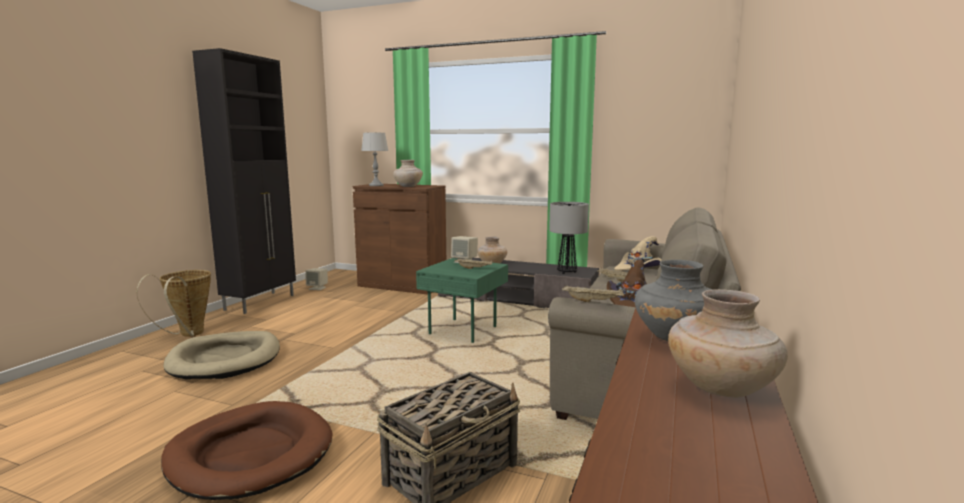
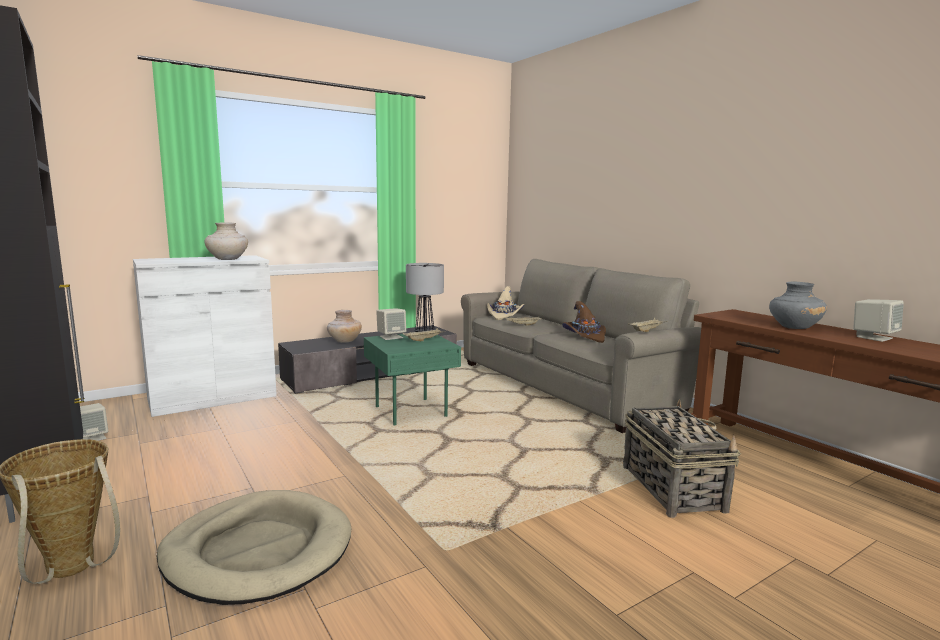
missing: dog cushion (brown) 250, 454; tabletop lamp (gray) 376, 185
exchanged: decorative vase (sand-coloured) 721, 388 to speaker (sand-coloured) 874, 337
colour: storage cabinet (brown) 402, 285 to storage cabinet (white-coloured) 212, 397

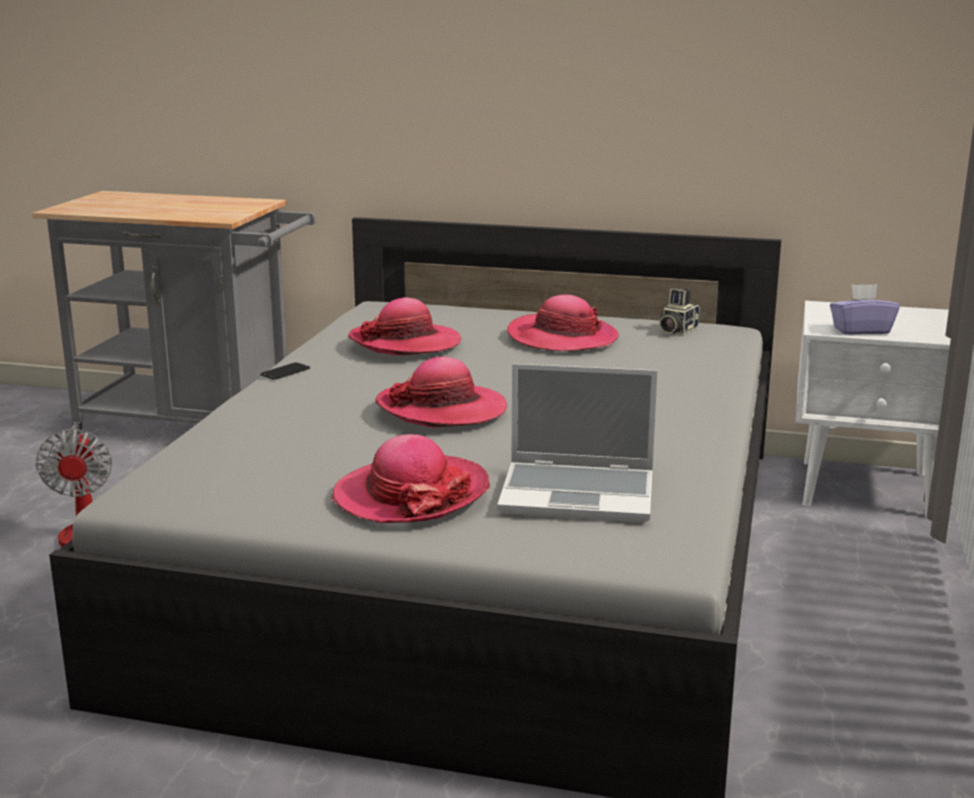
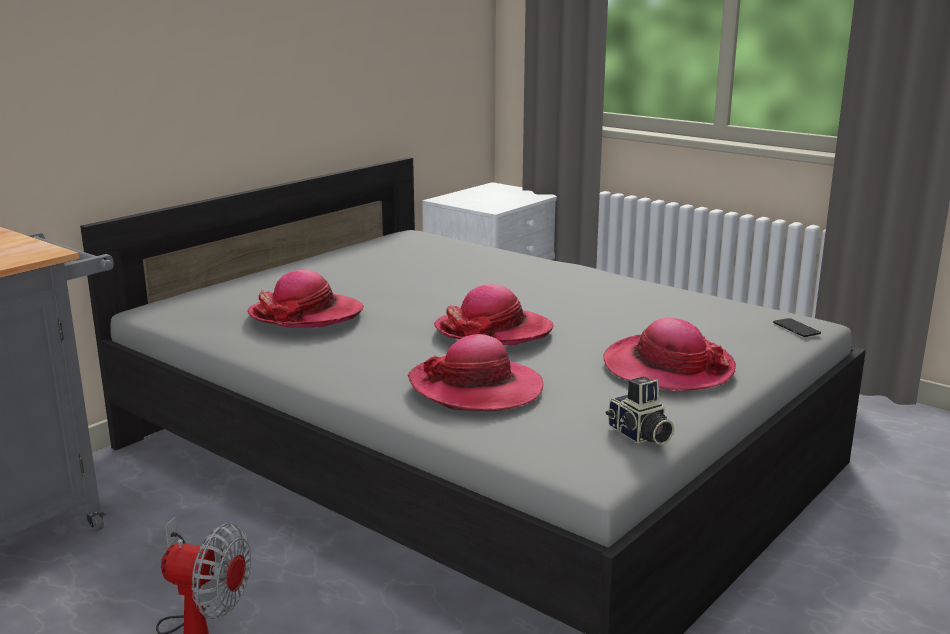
missing: notebook computer 579, 494; box of tissues (purple-coloured) 861, 330
relocated: wearable hat 562, 338 to 476, 388; still camera 676, 330 to 639, 435; handset 285, 372 to 796, 328

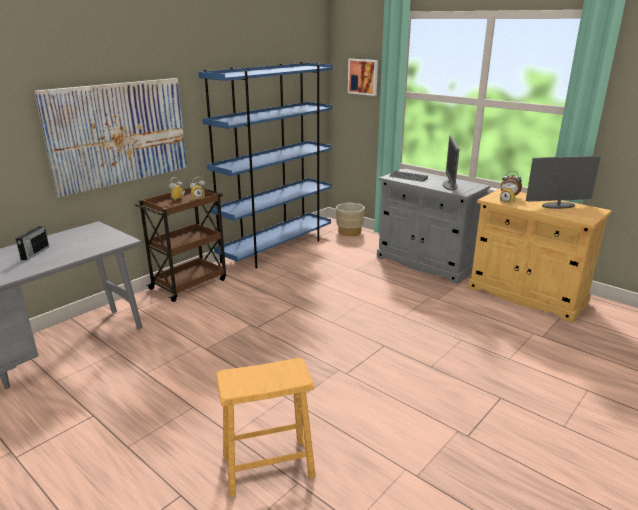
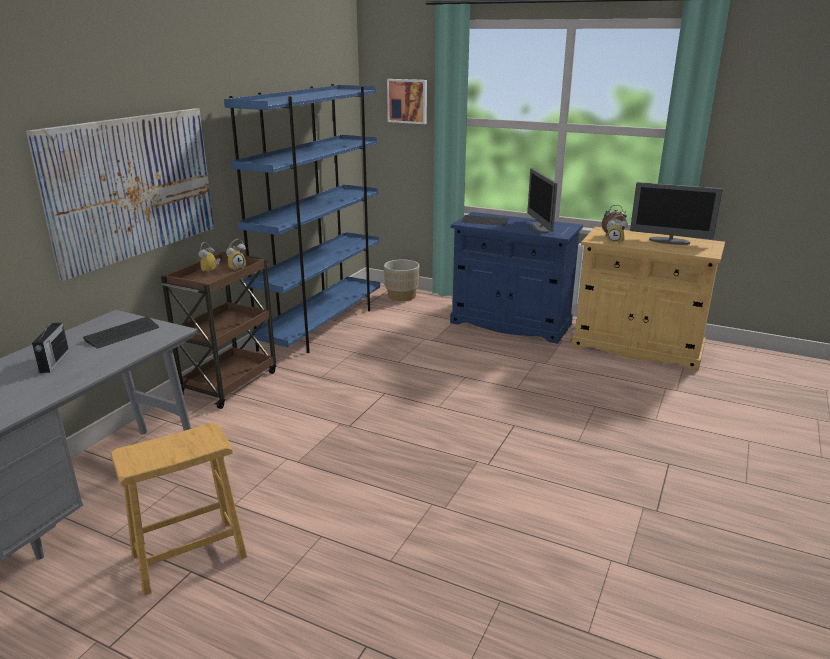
appeared: PC keyboard 122, 334
relocated: sitting stool (brown) 268, 466 to 189, 555
colour: storage cabinet (gray) 426, 263 to storage cabinet (bluish) 510, 323
spun: computer screen 558, 206 = 669, 241 135 degrees counterclockwise

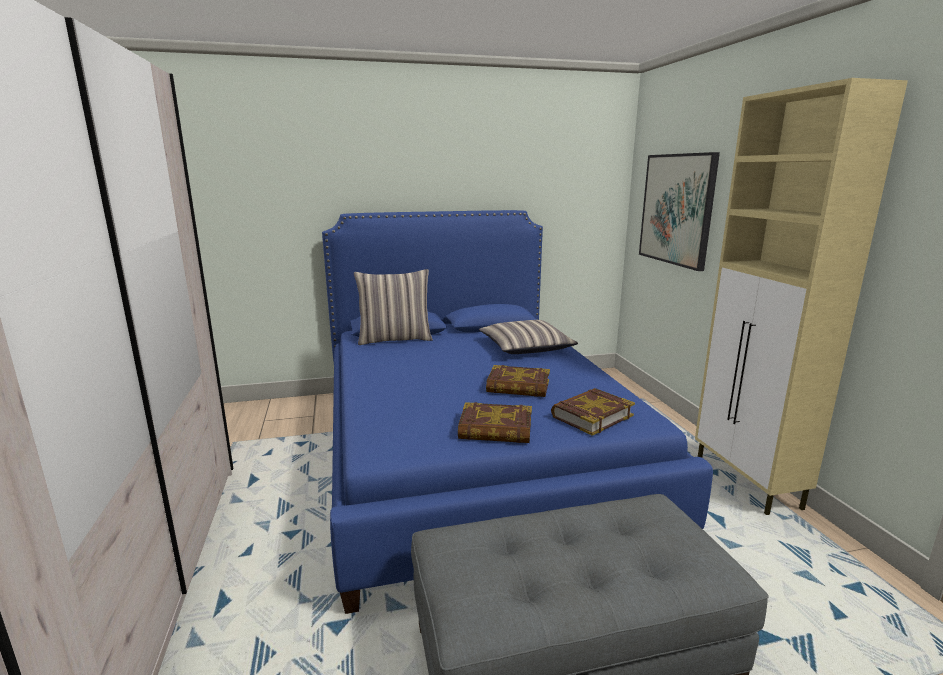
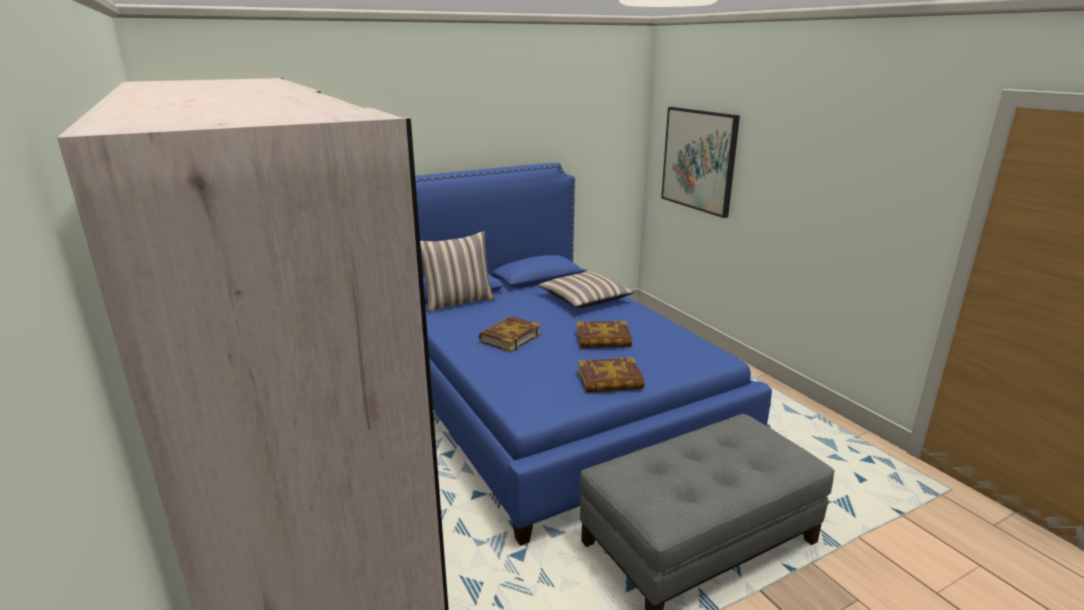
missing: storage cabinet (sand-coloured) 747, 484
relocated: bound book 591, 416 to 510, 338

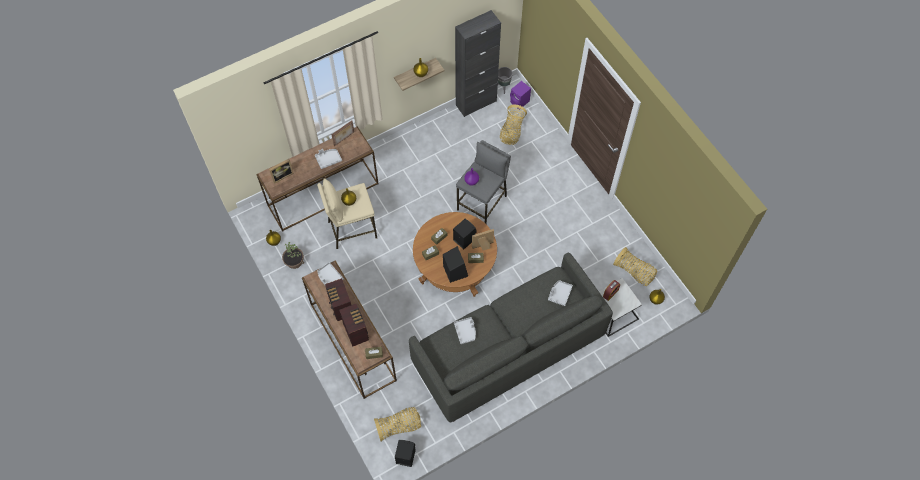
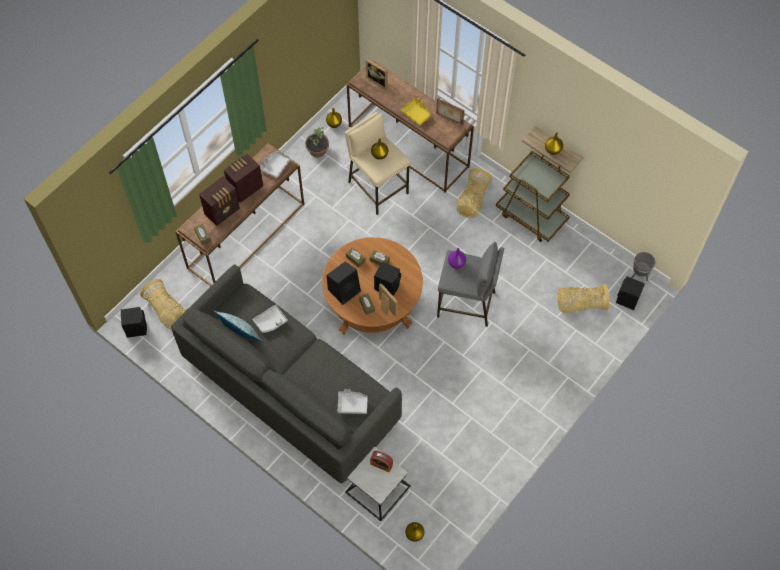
missing: storage cabinet (black) 476, 103
appeared: throw pillow 240, 334; cart (brown) 531, 216
relocated: household basket 634, 272 to 472, 201
colour: carrying tray (gray) 328, 159 to carrying tray (yellow) 416, 114; speaker (purple-coloured) 520, 102 to speaker (black) 627, 300

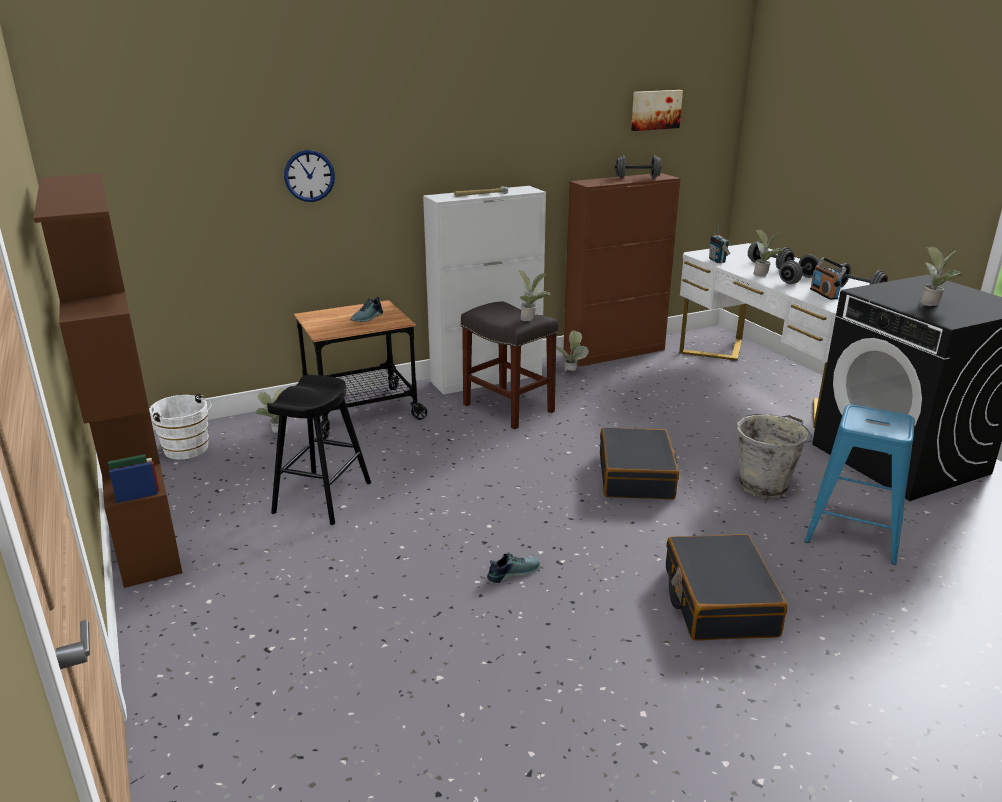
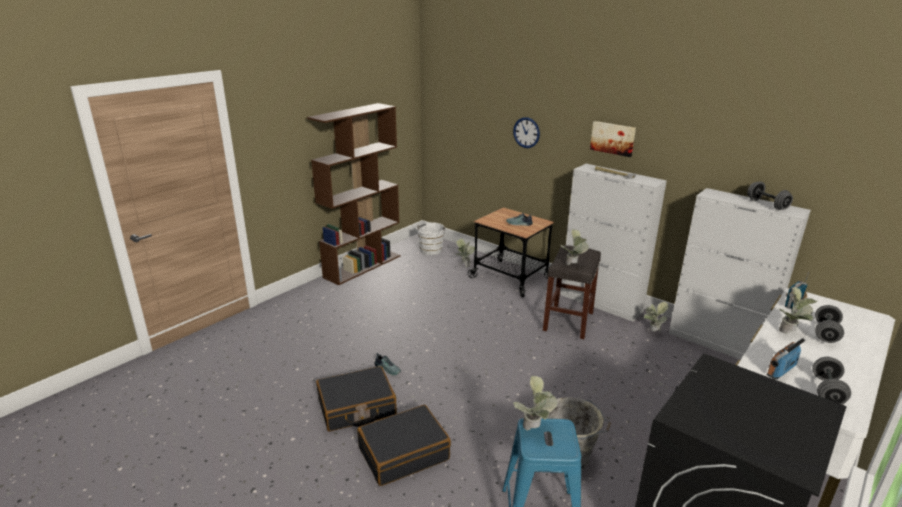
missing: sitting stool (black) 323, 497; hand weight (gray) 798, 280
relocated: suitcase (black) 636, 476 to 356, 408; plant in a pot 933, 303 to 534, 429; picture 655, 110 to 613, 138
colour: storage cabinet (brown) 615, 352 to storage cabinet (white-coloured) 717, 343

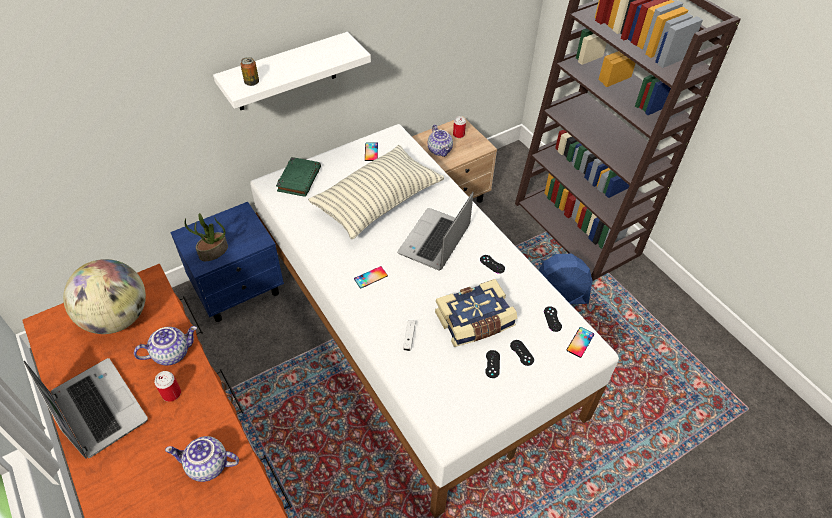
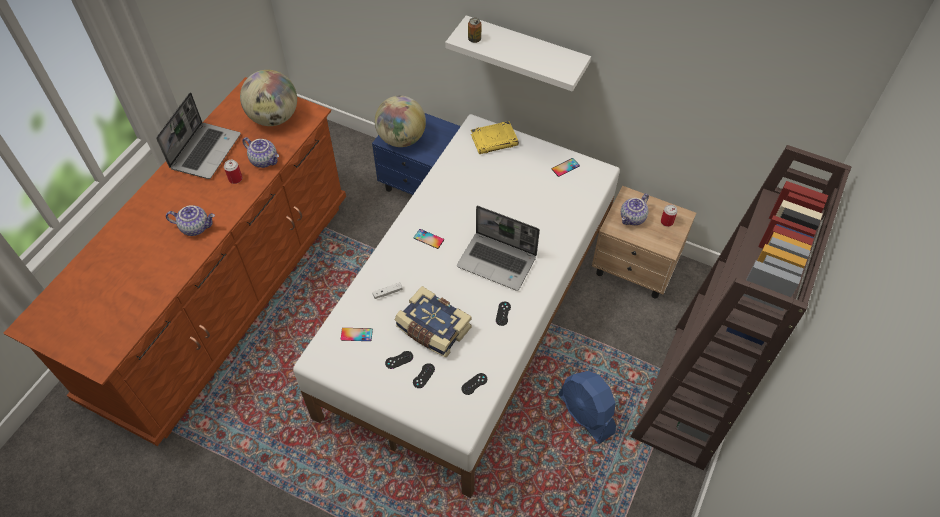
missing: throw pillow 377, 202
relocated: handset 580, 342 to 356, 334
exchanged: plant in a pot 213, 252 to world globe 401, 139
colour: bound book (green-coloured) 299, 179 to bound book (yellow) 494, 140
spun: pot for tea 207, 466 = 196, 227 120 degrees clockwise; notebook computer 435, 241 = 498, 261 150 degrees counterclockwise

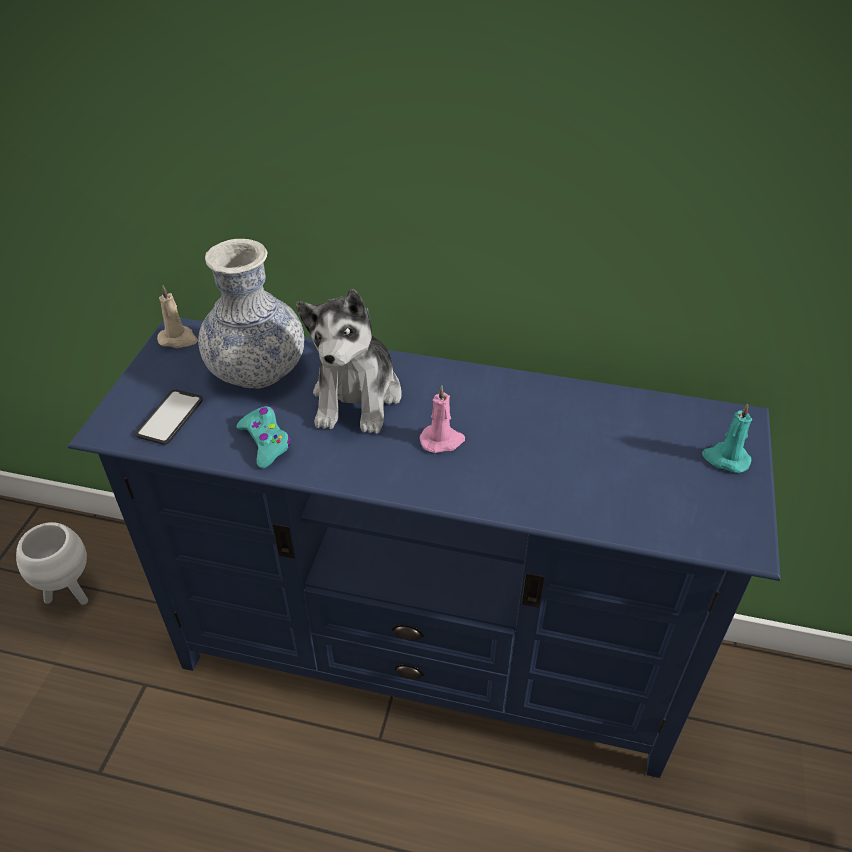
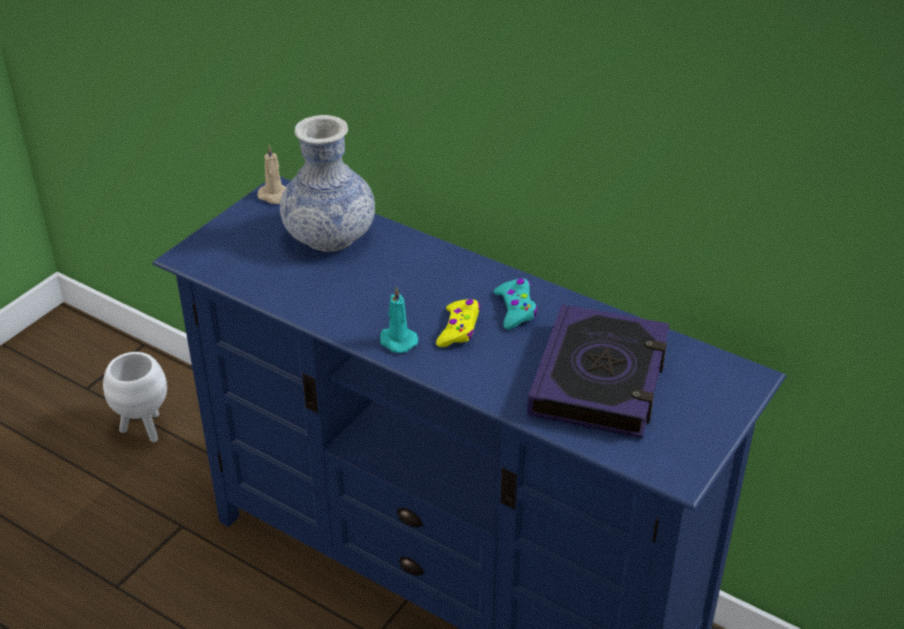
missing: handset 170, 417; plush toy 357, 397
appeared: bound book 600, 379
relocated: wax candle (turquoise) 725, 459 to 397, 341; joypad (turquoise) 266, 442 to 515, 309
exchanged: wax candle (pinkish) 442, 440 to joypad (yellow) 459, 329

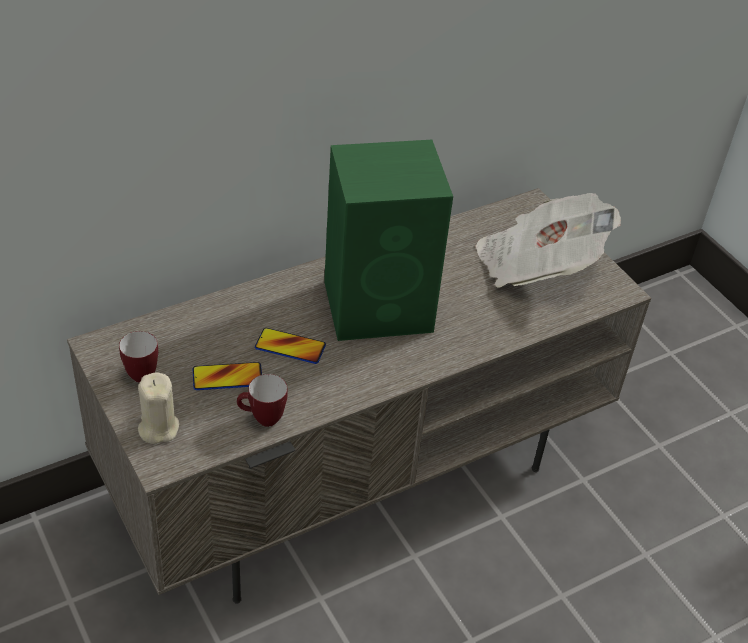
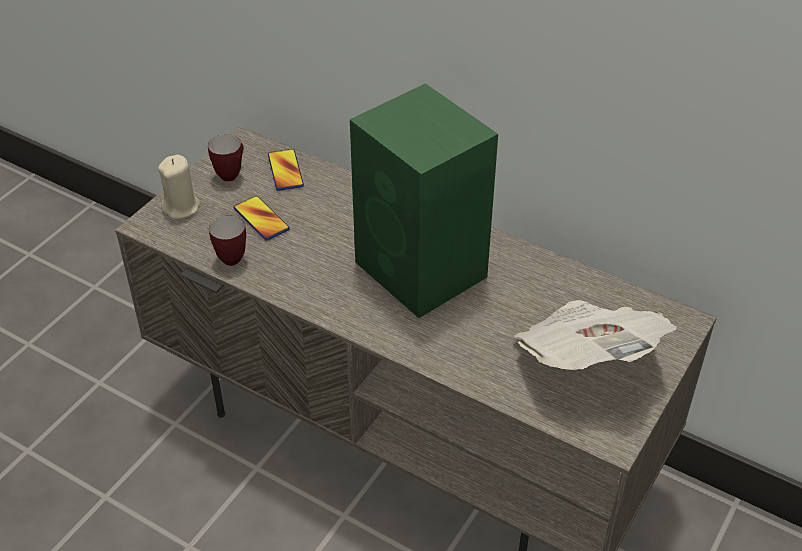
relocated: handset 290, 347 to 285, 171

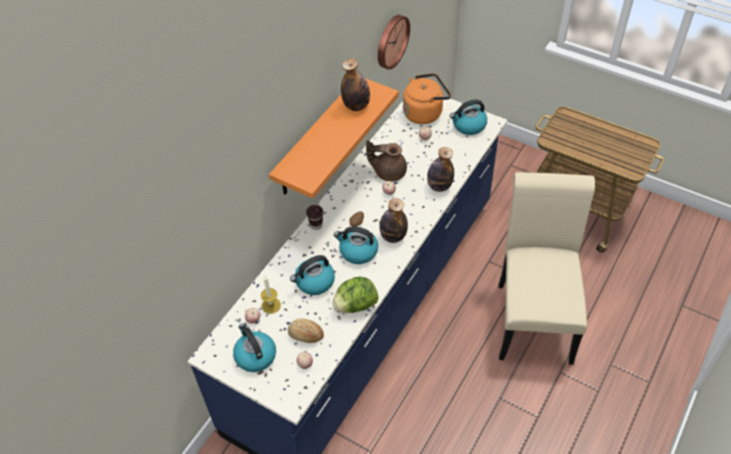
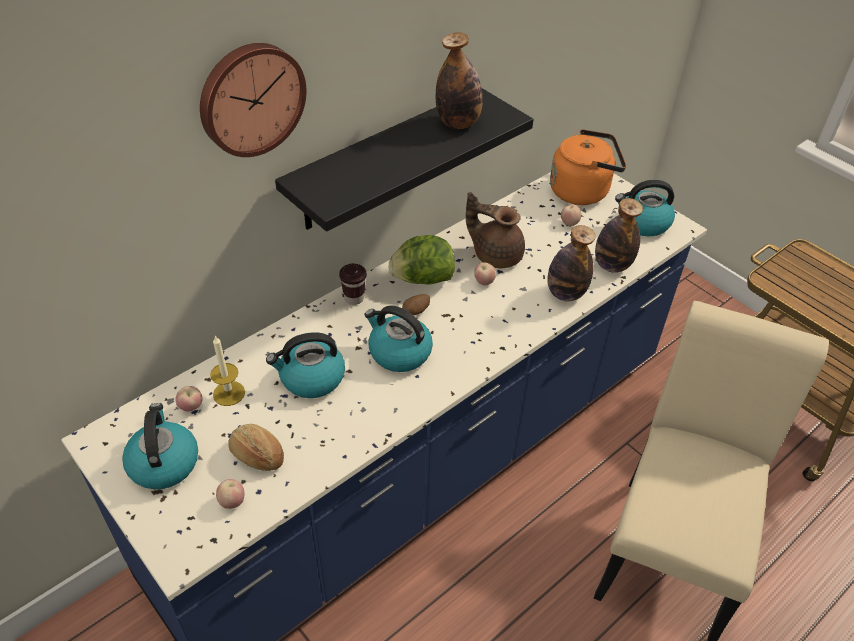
relocated: clock on the wall 391, 41 to 250, 98; lettuce 355, 305 to 422, 279; drink bottle 393, 236 to 612, 265
colour: bracket shelf (orangey) 317, 138 to bracket shelf (black) 385, 160

